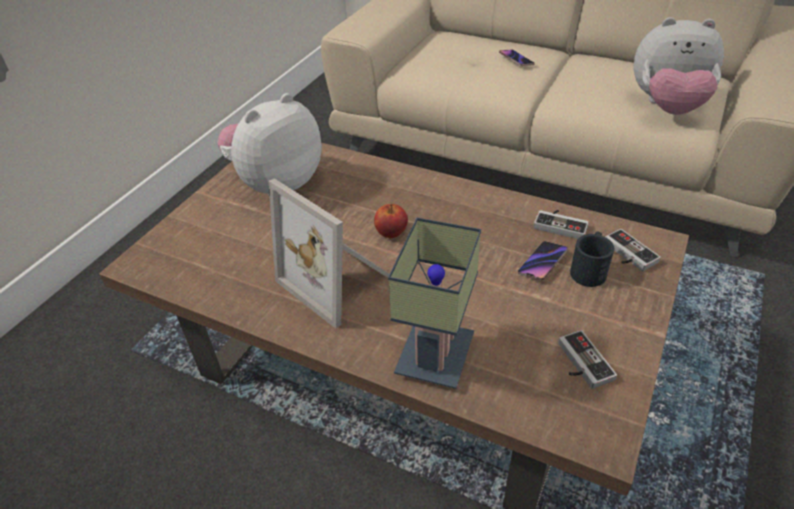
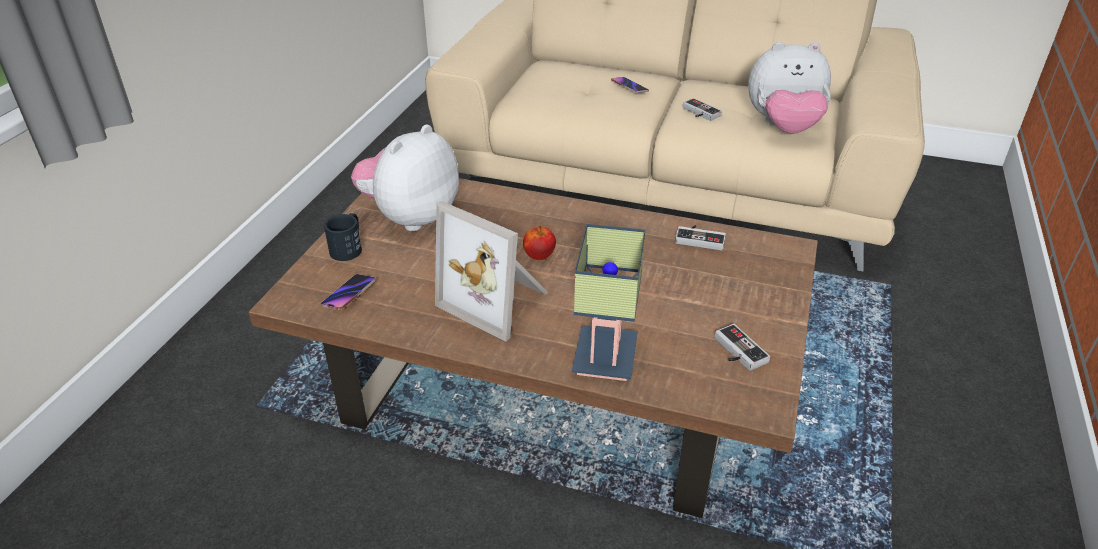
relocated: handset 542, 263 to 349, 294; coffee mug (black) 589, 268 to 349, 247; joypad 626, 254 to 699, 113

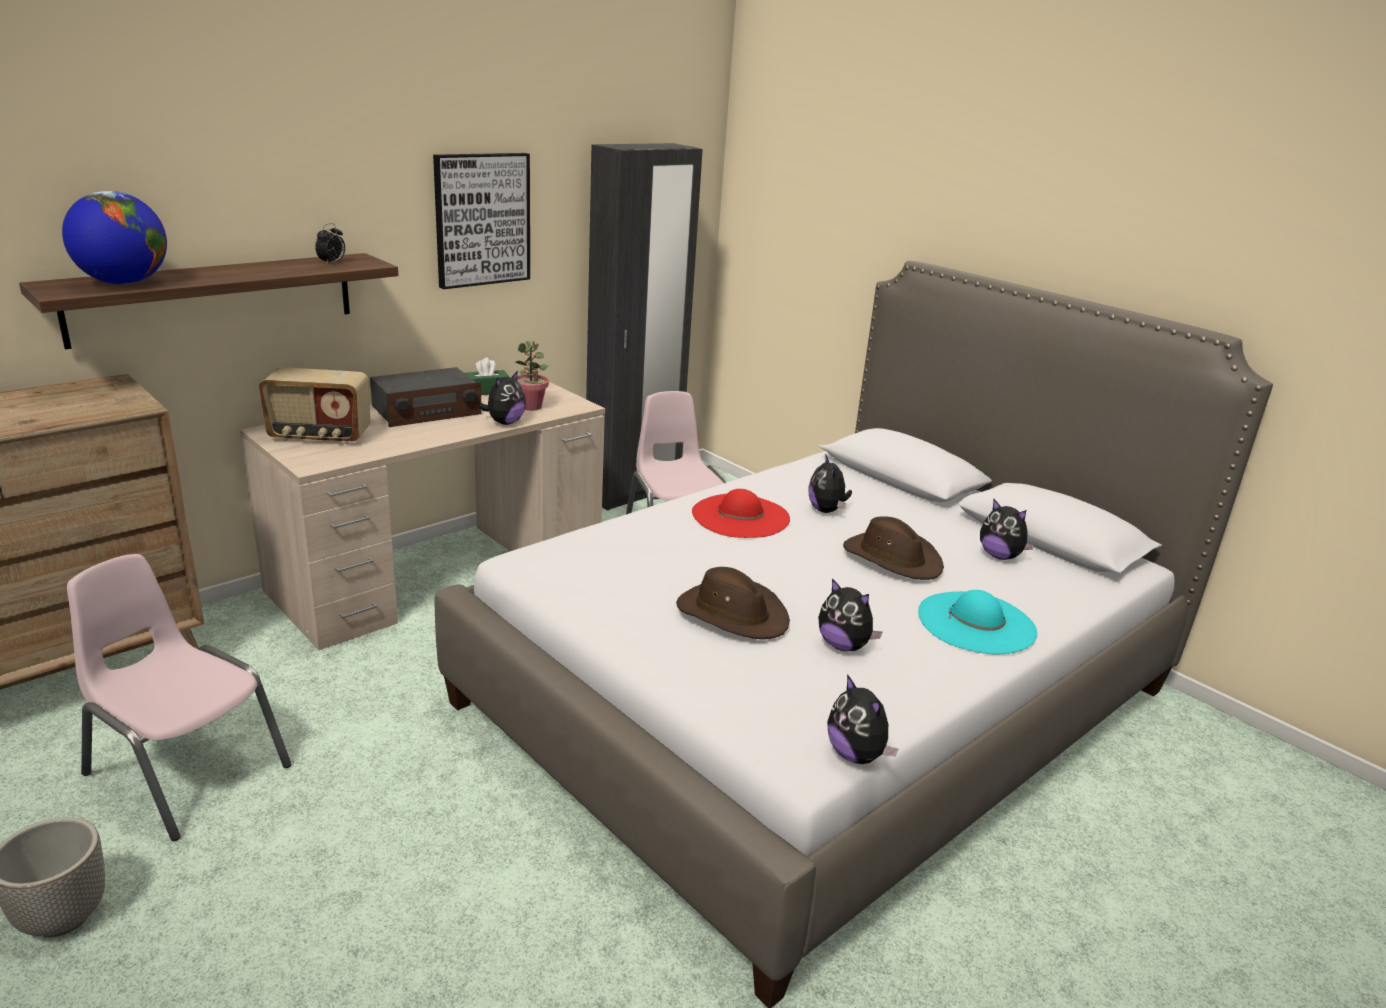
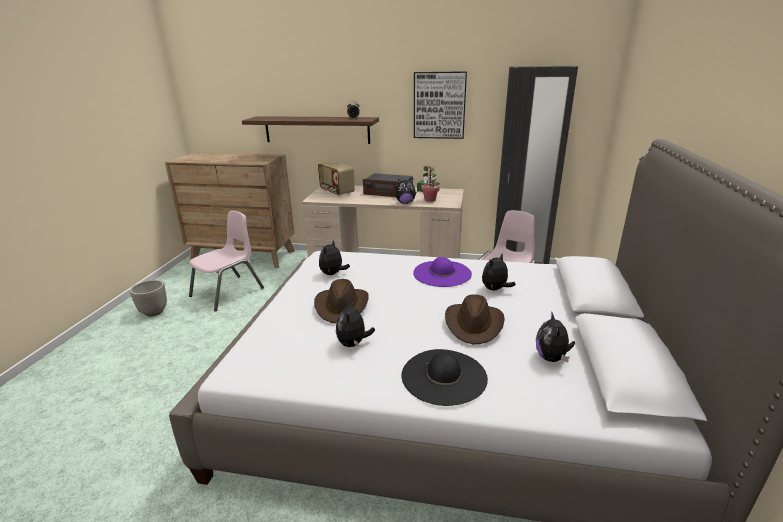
missing: world globe 123, 283
relocated: plush toy 856, 755 to 333, 274
colour: wearable hat (turquoise) 976, 622 to wearable hat (black) 444, 376; wearable hat (reddish) 740, 516 to wearable hat (purple-coloured) 442, 273
spun: upright chair (pinkish) 186, 770 = 228, 292 45 degrees clockwise

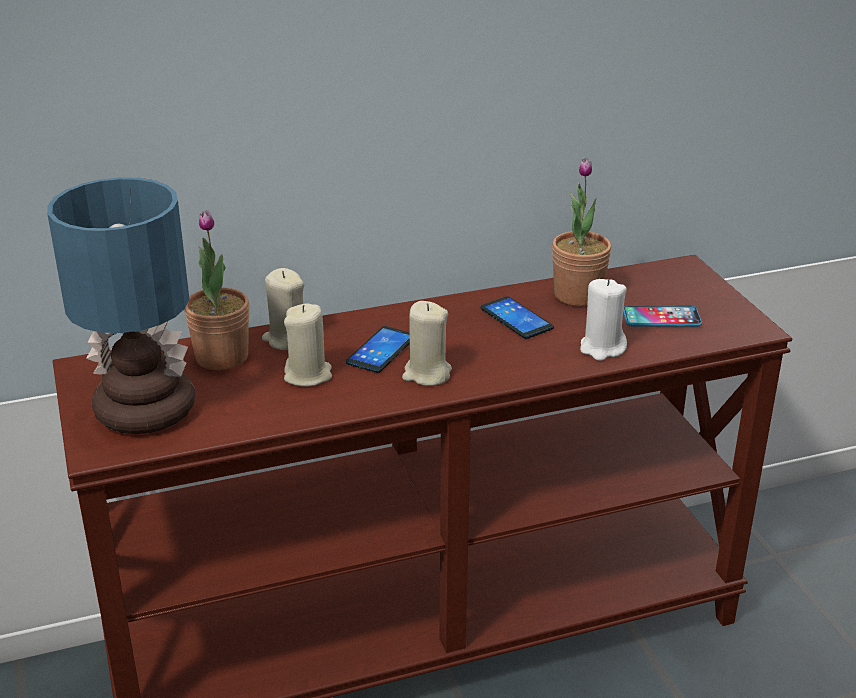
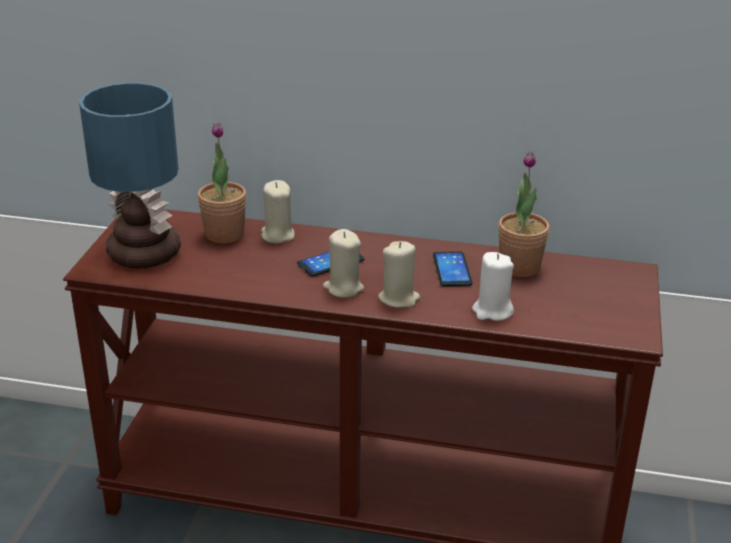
missing: handset 661, 318
relocated: wax candle (sand-coloured) 308, 375 to 399, 298

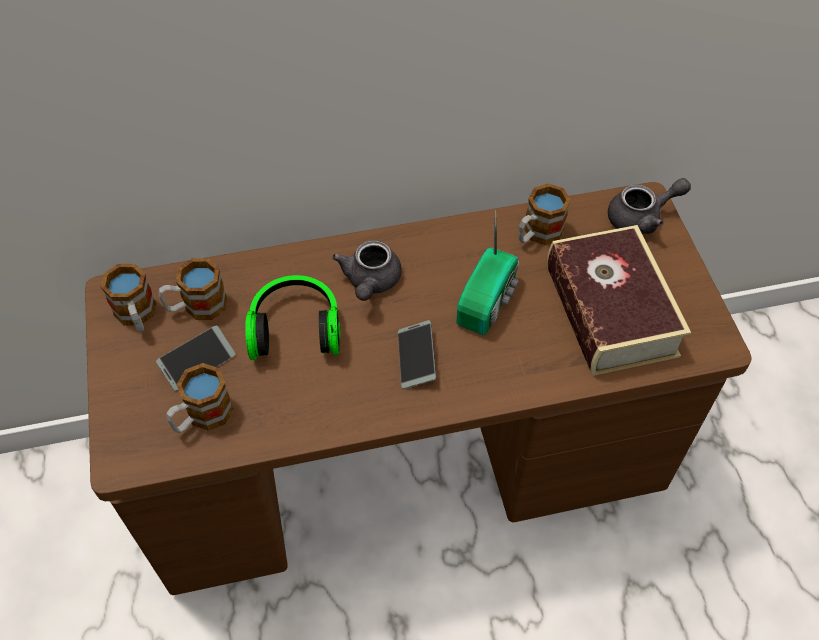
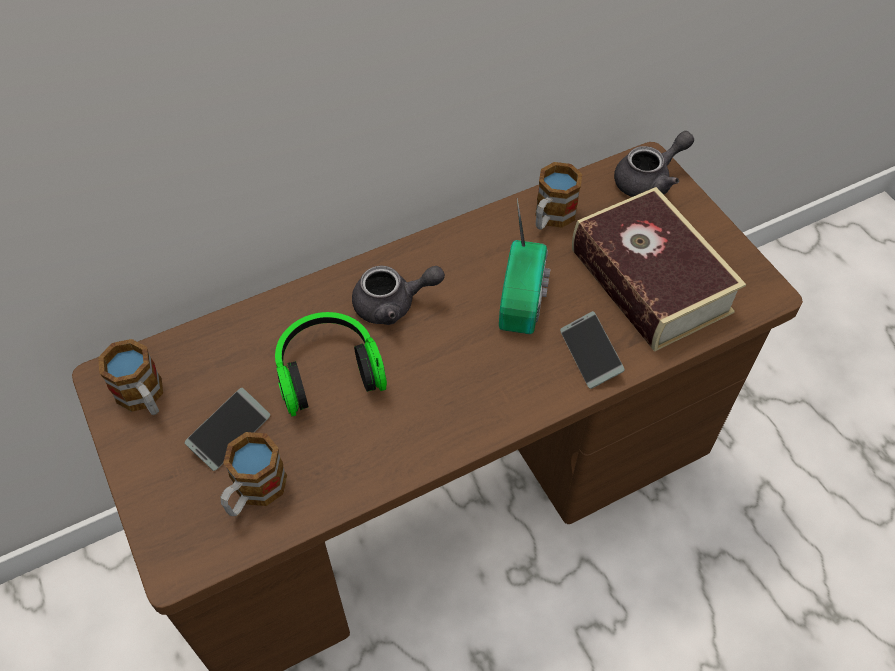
missing: coffee mug 197, 306
relocated: handset 416, 358 to 590, 354
spun: pot for tea (gray) 370, 282 = 393, 304 90 degrees counterclockwise

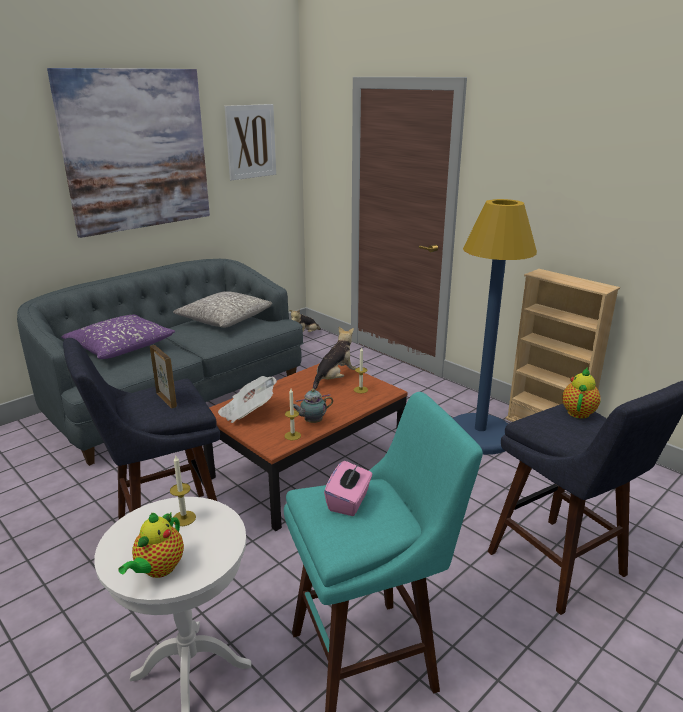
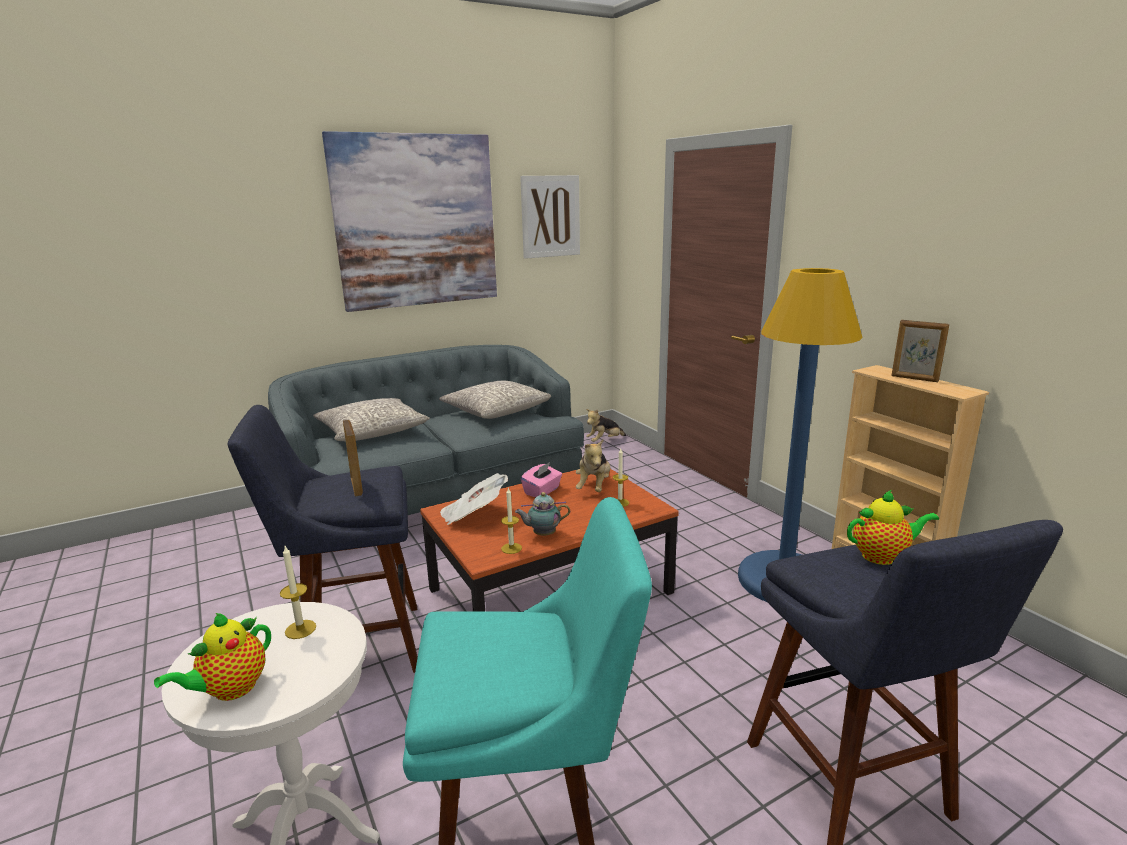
appeared: picture frame 914, 379
relocated: box of tissues (pinkish) 349, 501 to 542, 491
colour: throw pillow (purple-coloured) 121, 347 to throw pillow (gray) 372, 431
spun: plush toy 334, 379 = 594, 487 135 degrees clockwise; pot for tea 578, 411 = 883, 556 45 degrees clockwise

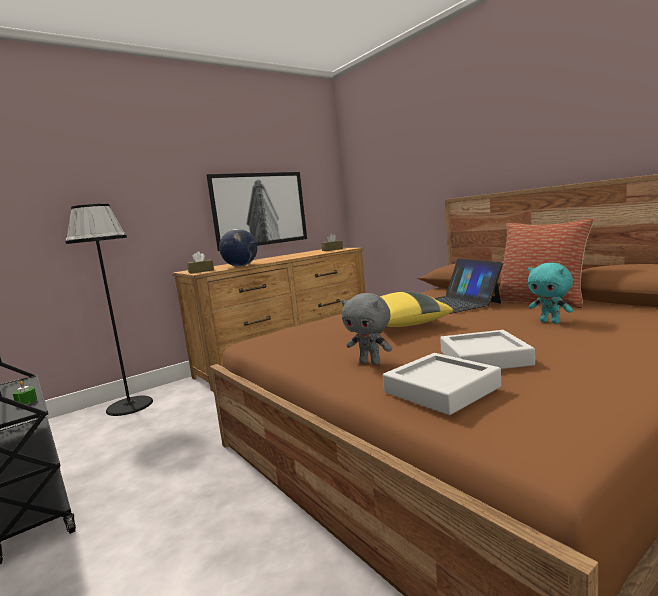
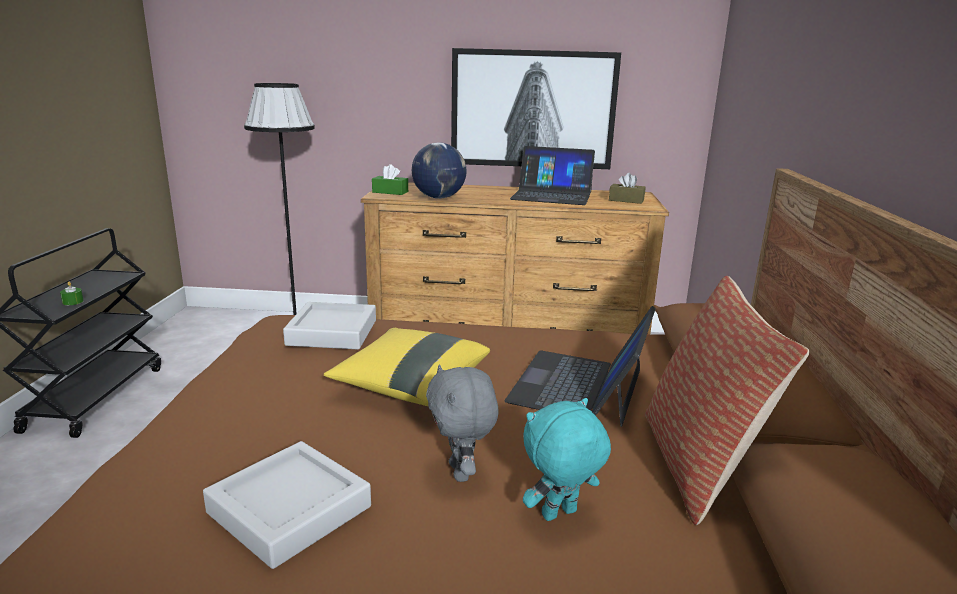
appeared: notebook computer 552, 195
relocated: carrying tray (gray) 441, 389 to 332, 332; plush toy (gray) 370, 362 to 461, 472
colour: box of tissues (brown) 201, 271 to box of tissues (green-coloured) 390, 192
spun: plush toy (turquoise) 550, 322 = 559, 515 60 degrees clockwise

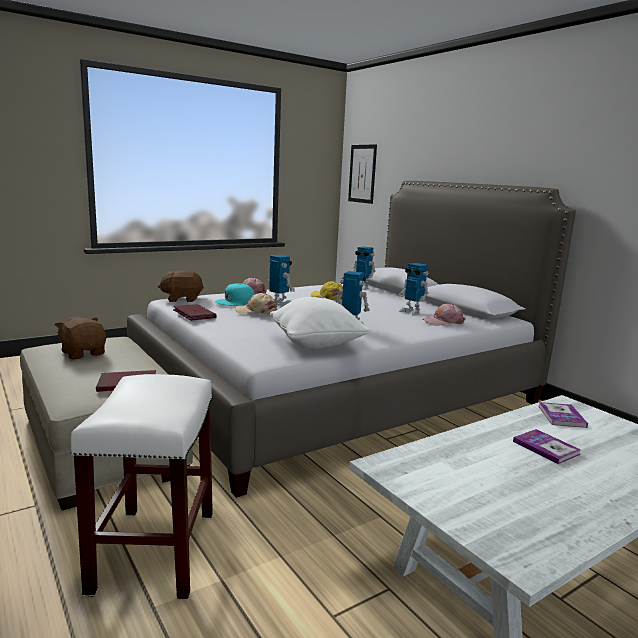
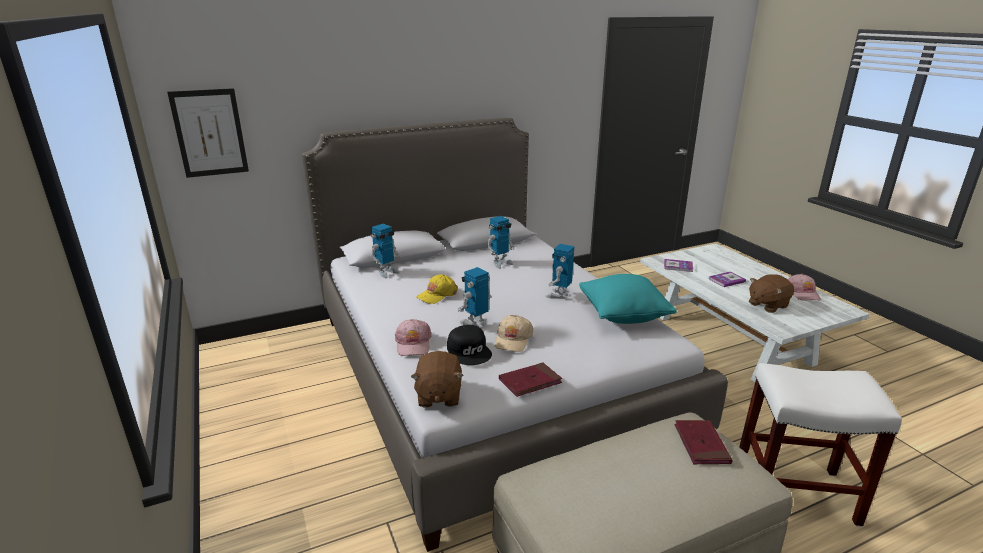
relocated: plush toy (brown) 83, 353 to 767, 305; peaked cap (pinkish) 443, 322 to 802, 293
colour: peaked cap (turquoise) 236, 302 to peaked cap (black) 469, 351; throw pillow (white-coloured) 316, 344 to throw pillow (turquoise) 623, 316

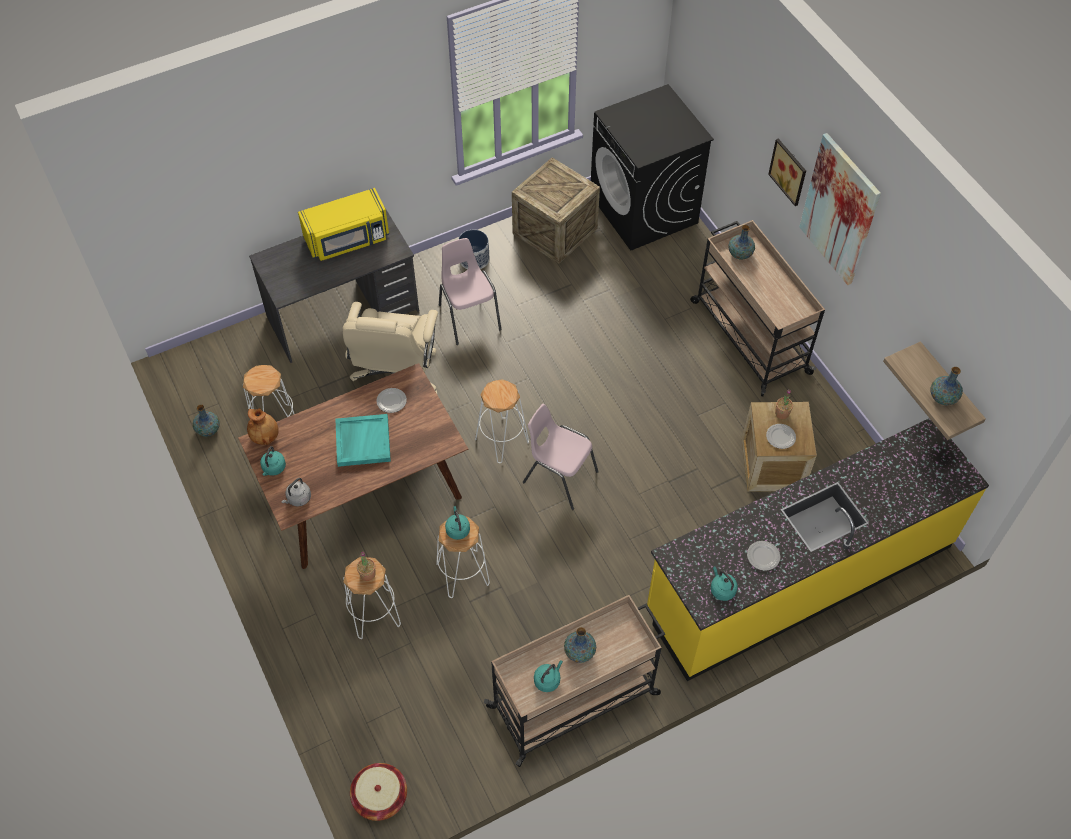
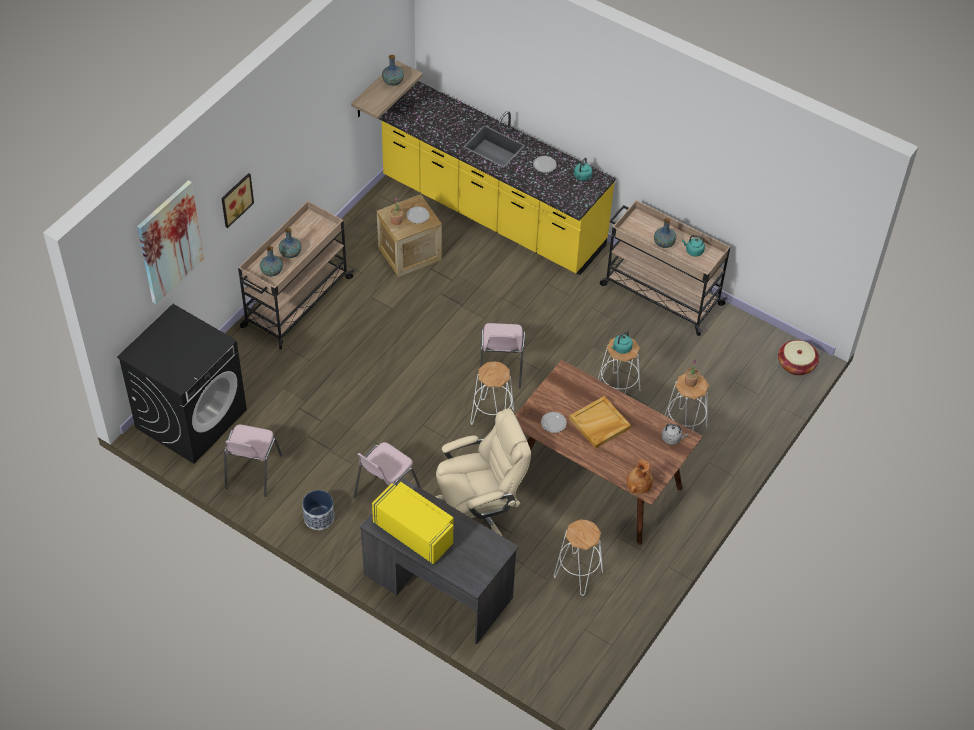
missing: water kettle (turquoise) 273, 468
relocated: picture 839, 210 to 170, 242; decorative vase 208, 430 to 290, 253
exchanged: packing crate 555, 231 to upright chair (pinkish) 252, 472
colour: carrying tray (turquoise) 362, 441 to carrying tray (sand-coloured) 599, 424

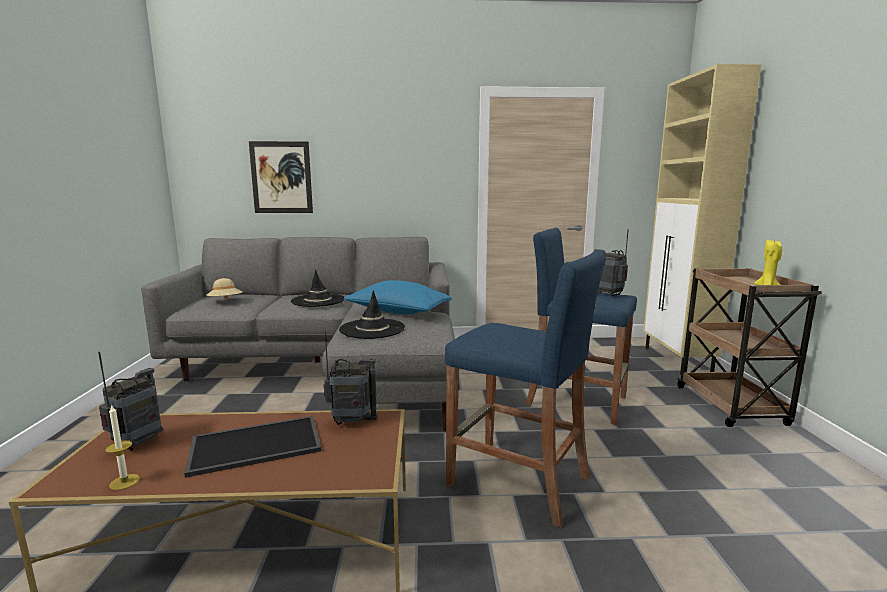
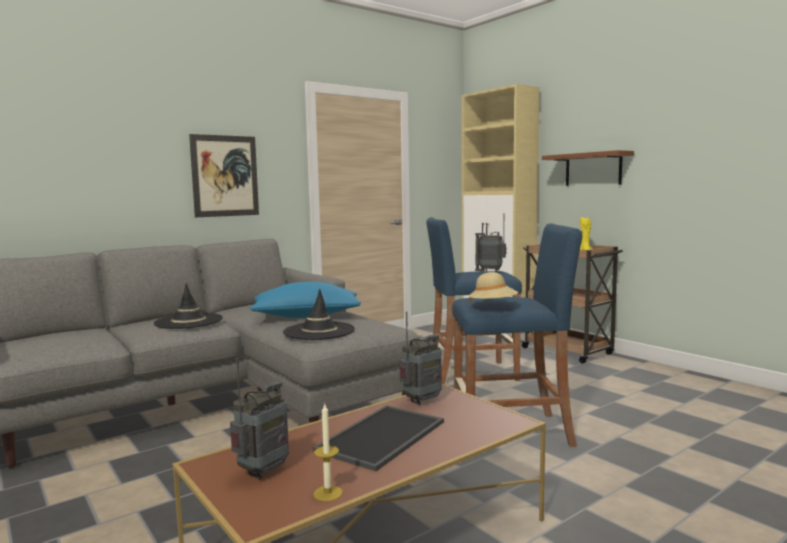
appeared: bracket shelf (brown) 593, 169
relocated: picture 281, 177 to 225, 176; wearable hat (sand-coloured) 225, 301 to 493, 306
spun: radio 139, 444 = 264, 472 45 degrees clockwise

